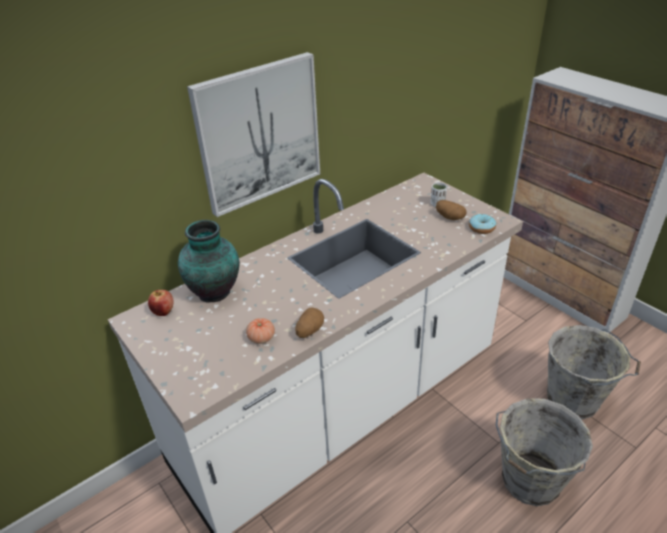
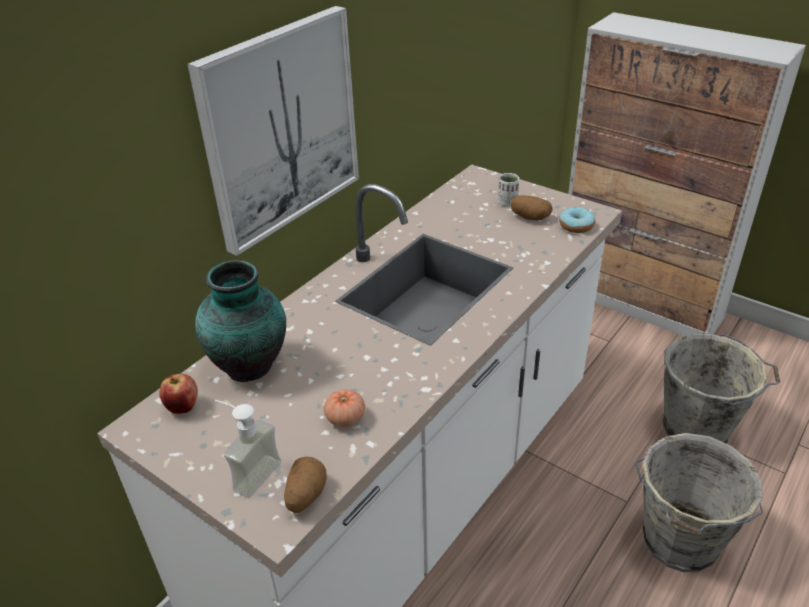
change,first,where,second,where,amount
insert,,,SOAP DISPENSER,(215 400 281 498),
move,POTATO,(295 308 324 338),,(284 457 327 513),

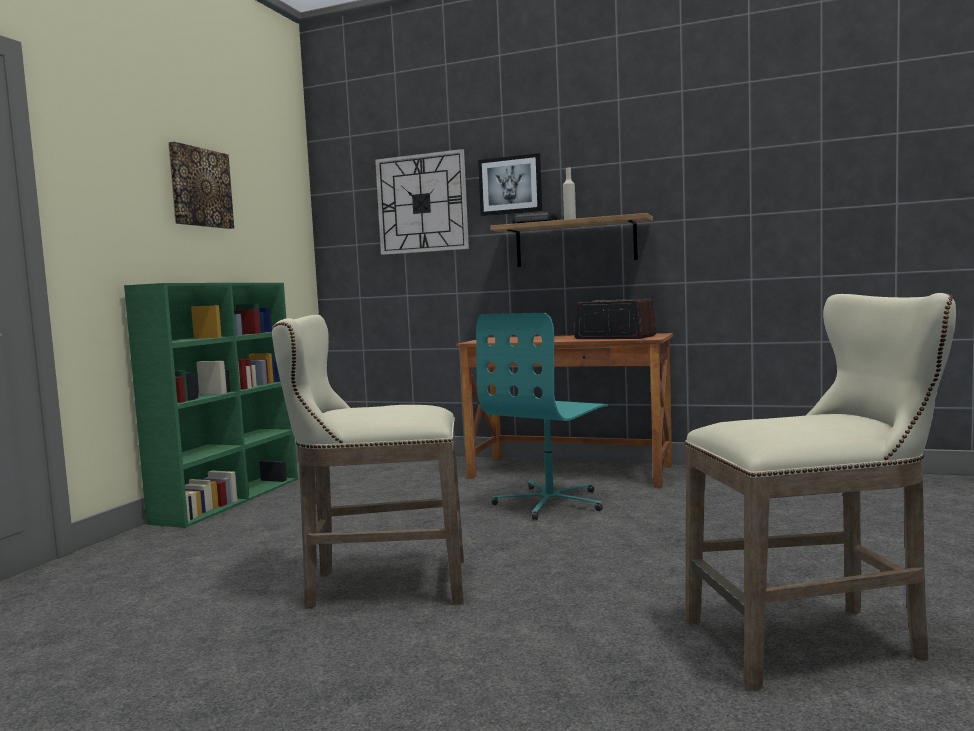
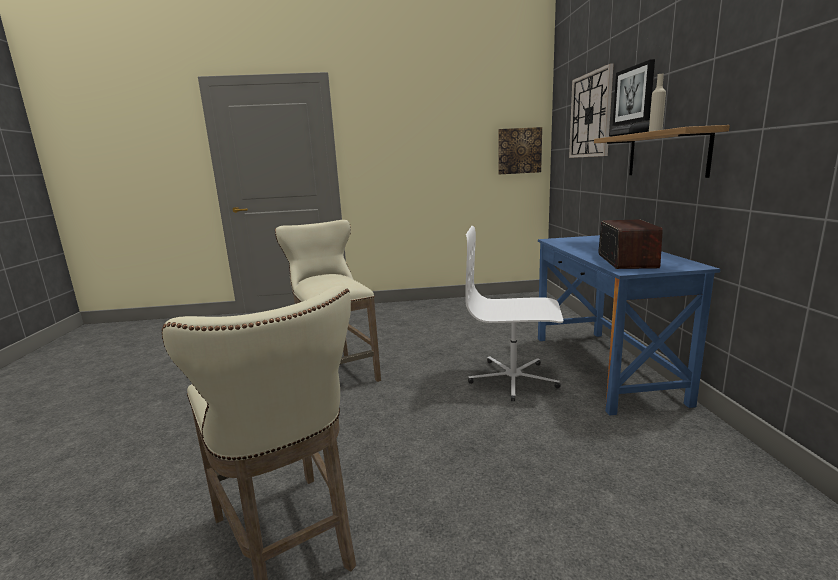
change,first,where,second,where,amount
recolor,TURQUOISE OFFICE CHAIR,(476 313 609 520),WHITE OFFICE CHAIR,(465 226 563 402),
move,PICTURE,(168 142 234 229),,(498 127 542 174),
recolor,BROWN DESK,(456 333 673 488),BLUE DESK,(538 235 720 415),
delete,GREEN BOOKCASE,(124 283 298 528),,,

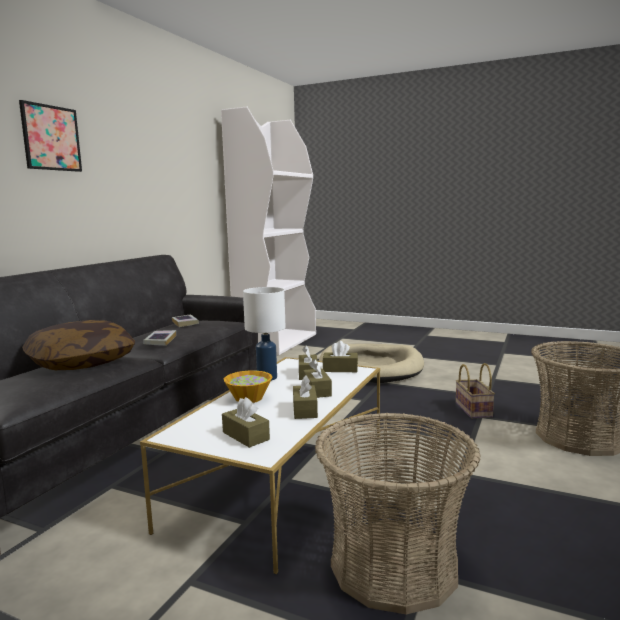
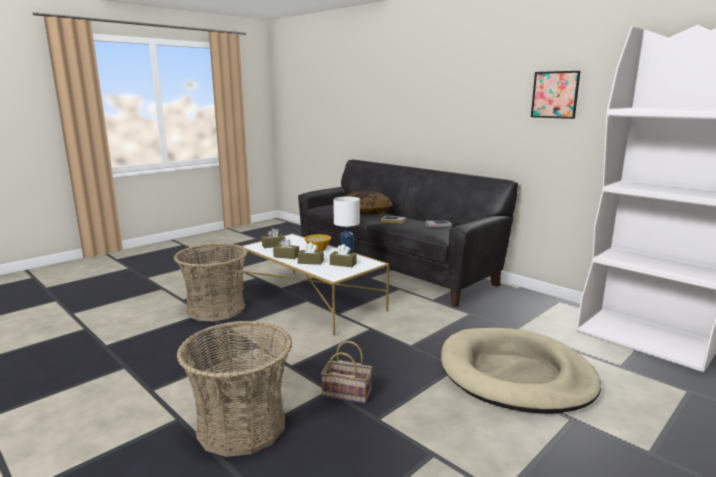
change,first,where,second,where,amount
move,PICTURE,(19 100 82 172),,(531 71 580 119),
delete,BROWN TISSUE BOX,(322 341 358 372),,,

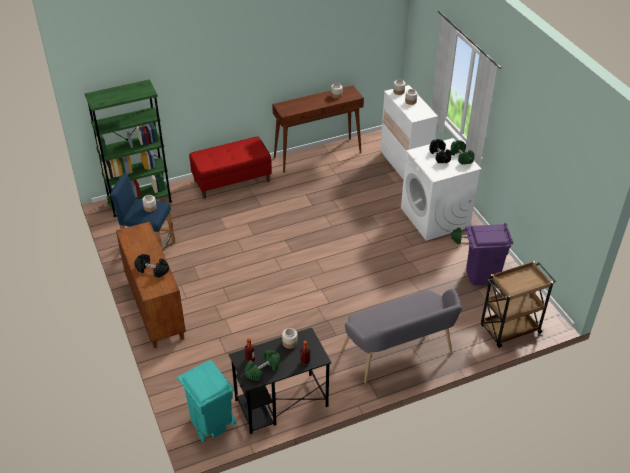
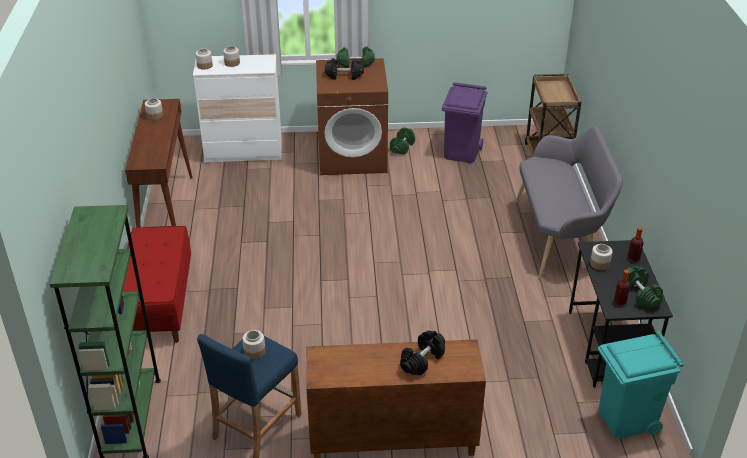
change,first,where,second,where,amount
recolor,WHITE WASHING MACHINE,(401 138 482 241),BROWN WASHING MACHINE,(316 58 388 175),

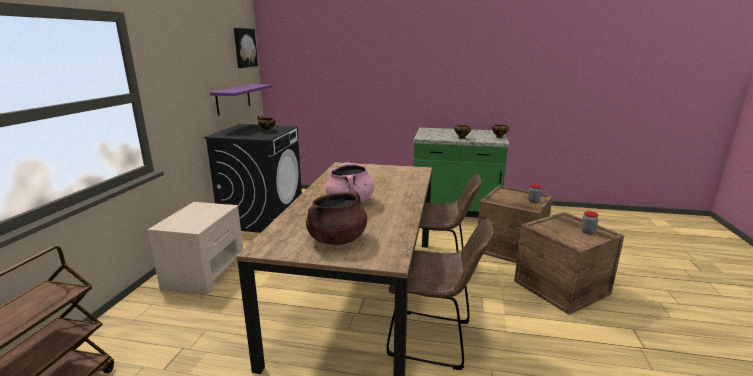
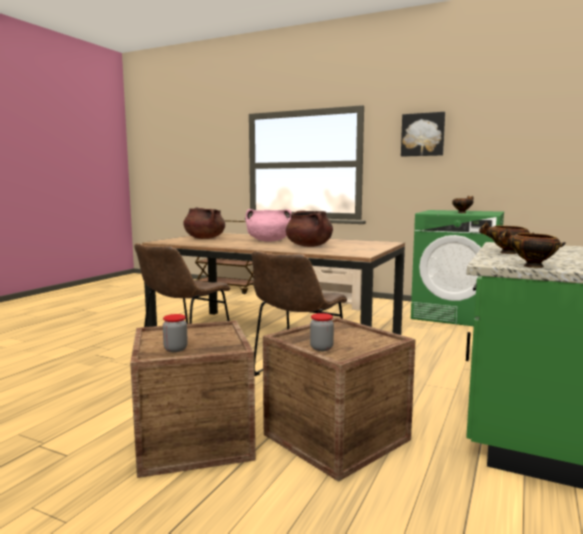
change,first,where,second,where,amount
insert,,,BROWN COOKING POT,(286 211 333 247),
move,PICTURE,(234 28 258 68),,(401 112 445 157),
recolor,BLACK WASHING MACHINE,(204 124 302 233),GREEN WASHING MACHINE,(411 210 504 326),
delete,PURPLE SHELF,(210 84 273 116),,,

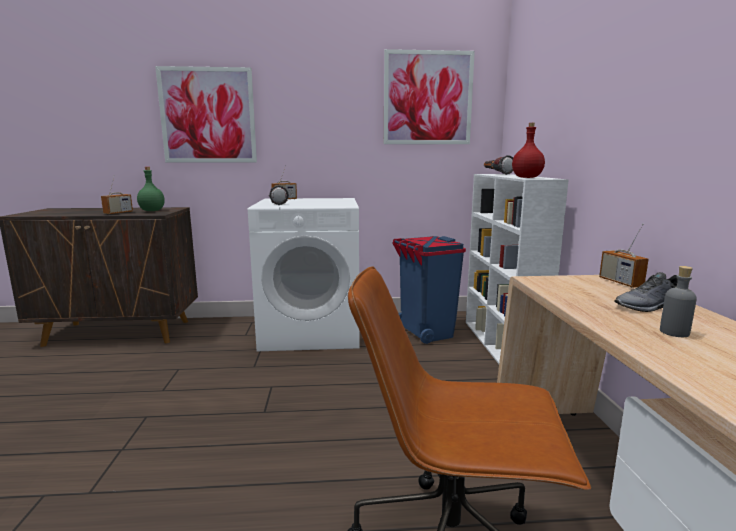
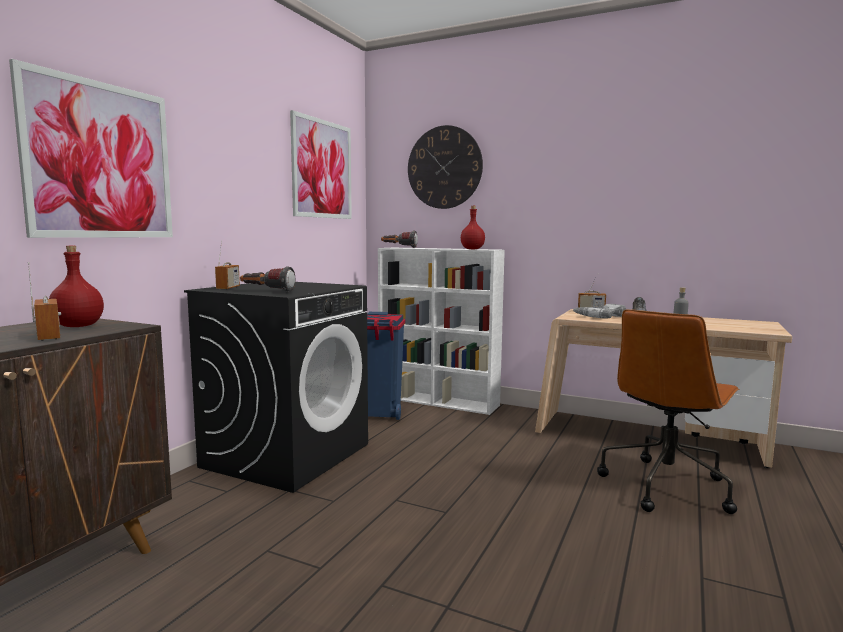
change,first,where,second,where,amount
recolor,GREEN BOTTLE,(137 167 165 211),RED BOTTLE,(49 246 104 327),
recolor,WHITE WASHING MACHINE,(248 198 360 351),BLACK WASHING MACHINE,(184 282 368 493),
insert,,,WALL CLOCK,(408 125 483 209),
insert,,,POWER DRILL,(573 304 626 319),

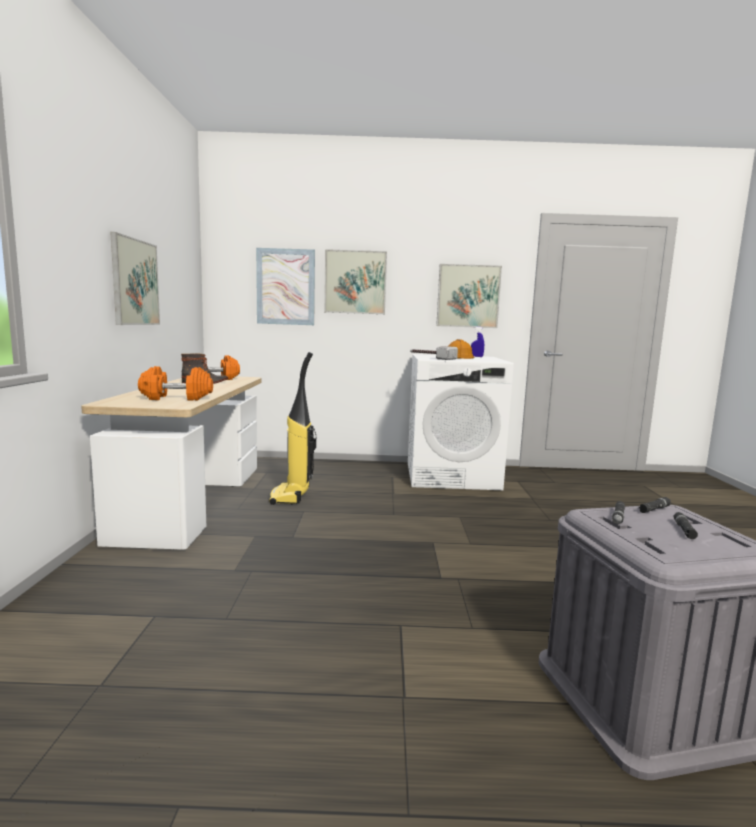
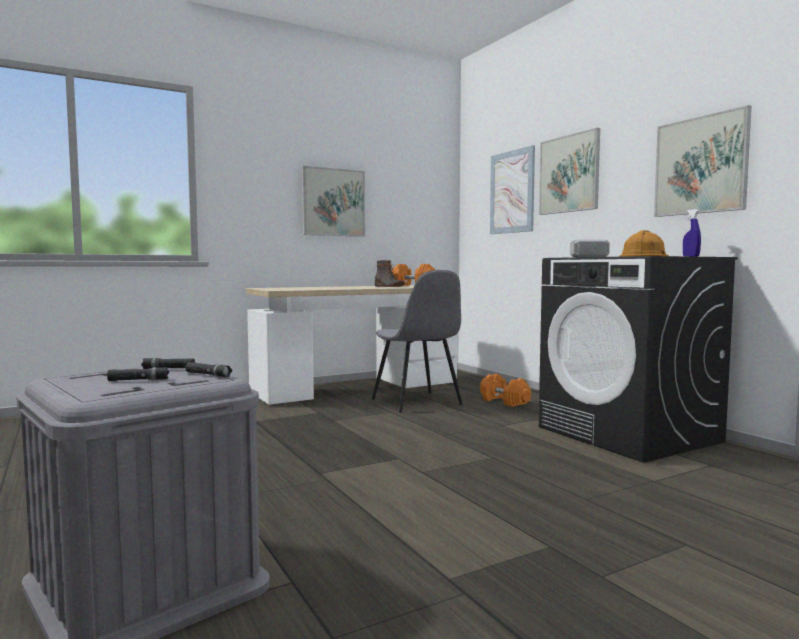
change,first,where,second,where,amount
replace,VACUUM CLEANER,(269 352 316 505),GREY CHAIR,(372 270 463 413),
move,ORANGE DUMBBELL,(138 366 213 401),,(480 373 531 407),
recolor,WHITE WASHING MACHINE,(408 354 514 490),BLACK WASHING MACHINE,(539 256 738 463),

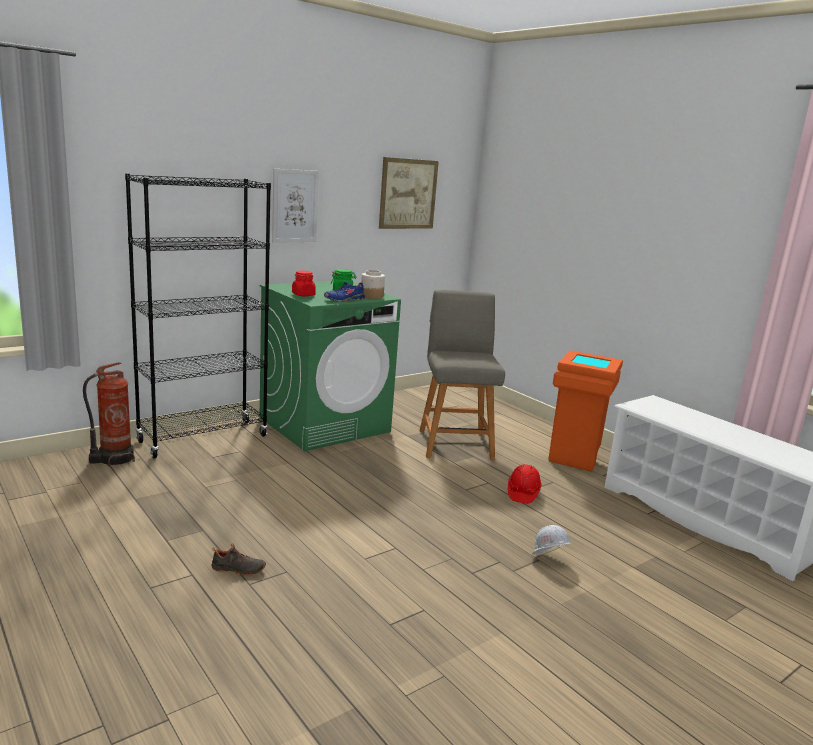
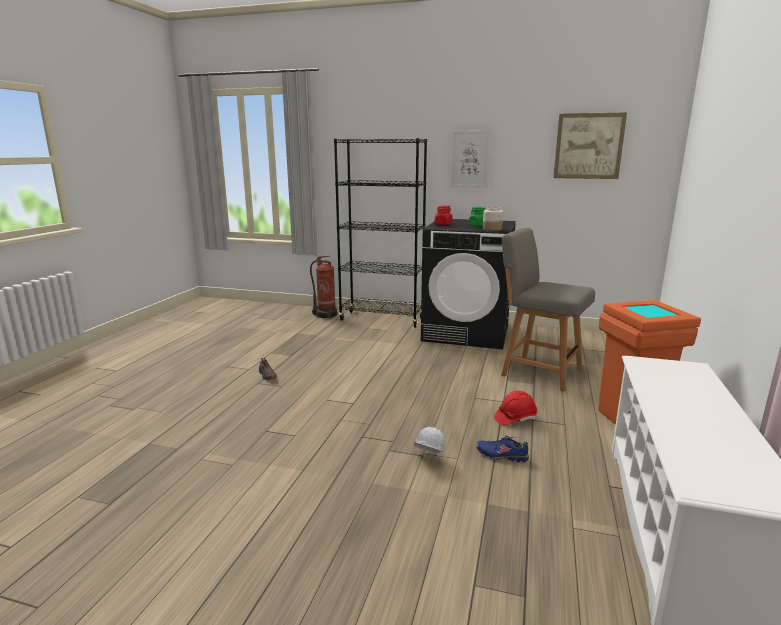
change,first,where,second,where,amount
recolor,GREEN WASHING MACHINE,(260 281 401 451),BLACK WASHING MACHINE,(421 219 516 349),
move,BLUE SHOE,(324 282 365 302),,(476 435 529 463),
rotate,GREY CHAIR,(419 290 505 460),,(501 228 595 391),105 degrees counterclockwise

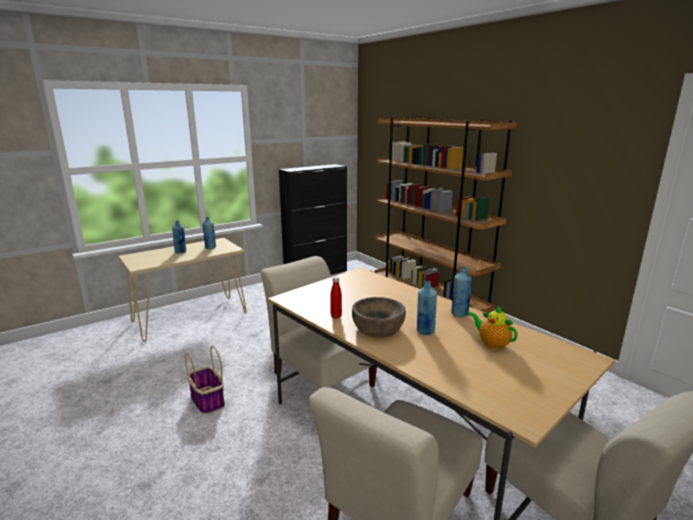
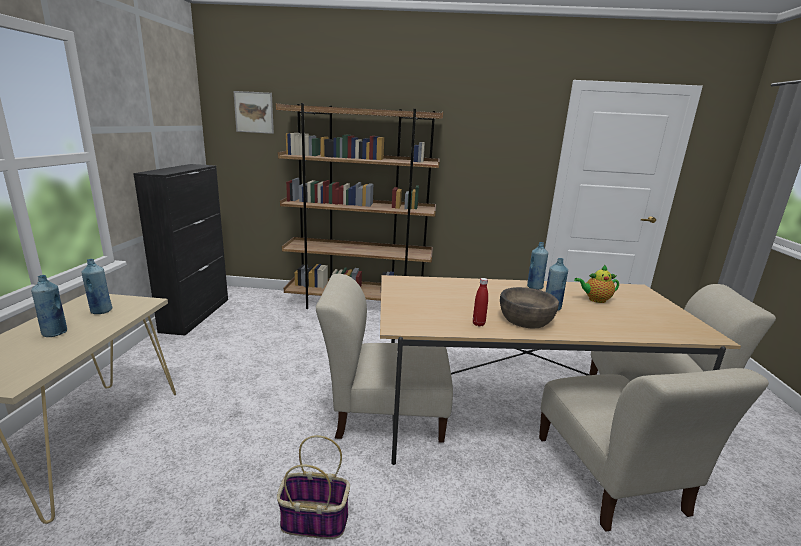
change,first,where,second,where,amount
insert,,,PICTURE,(233 91 274 134),

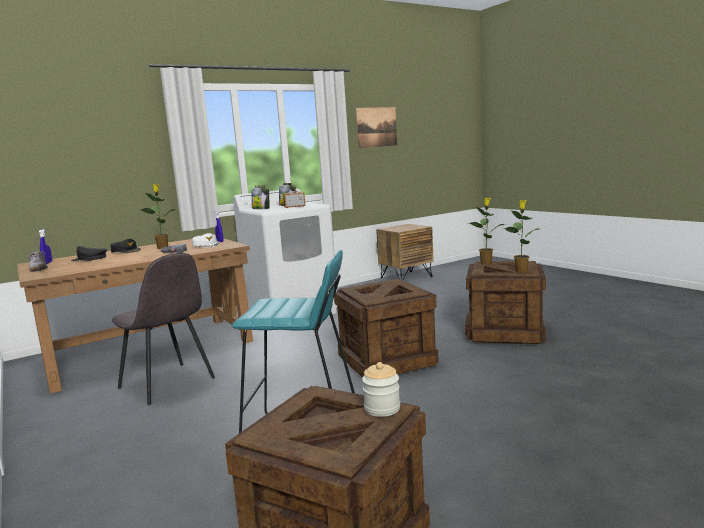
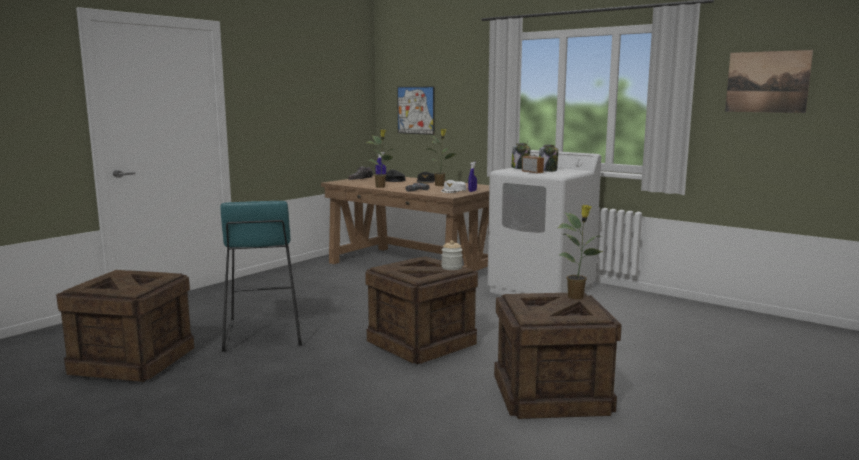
change,first,where,second,where,amount
move,POTTED PLANT,(504 200 539 273),,(367 129 393 188),
insert,,,PICTURE,(397 87 434 135),
move,JAR,(362 362 400 417),,(441 240 462 270),
delete,GREY CHAIR,(112 253 215 405),,,
delete,BROWN NIGHTSTAND,(376 224 434 281),,,

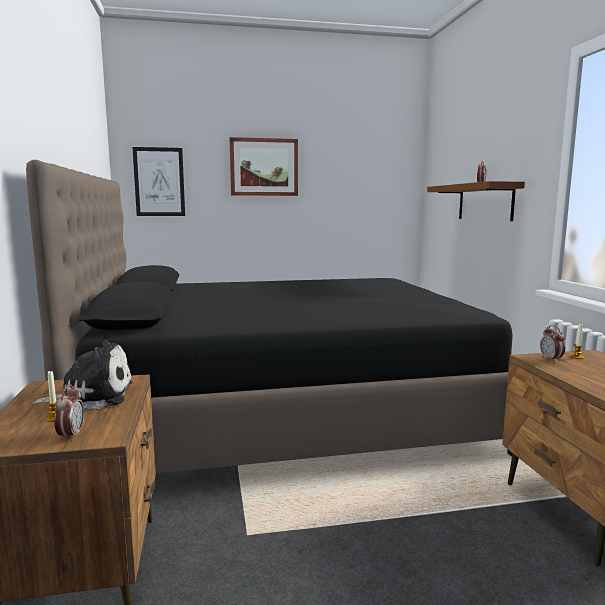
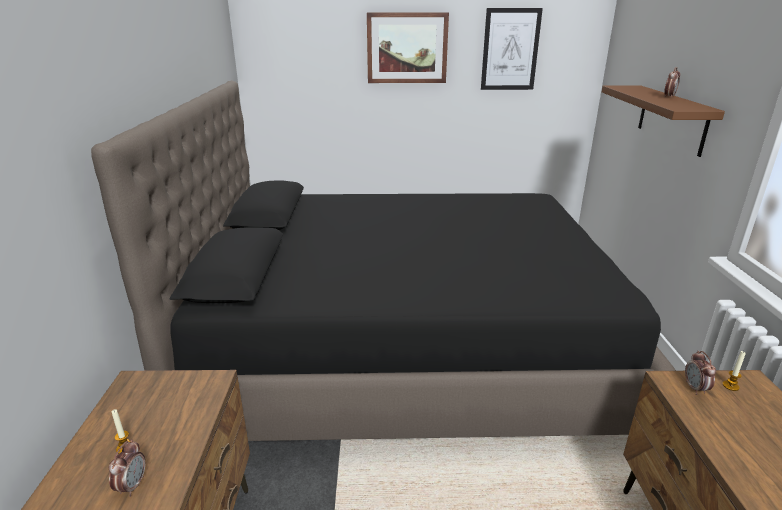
change,first,where,second,where,amount
move,PICTURE,(133 147 185 216),,(481 8 543 90),
delete,PLUSH TOY,(32 339 132 410),,,

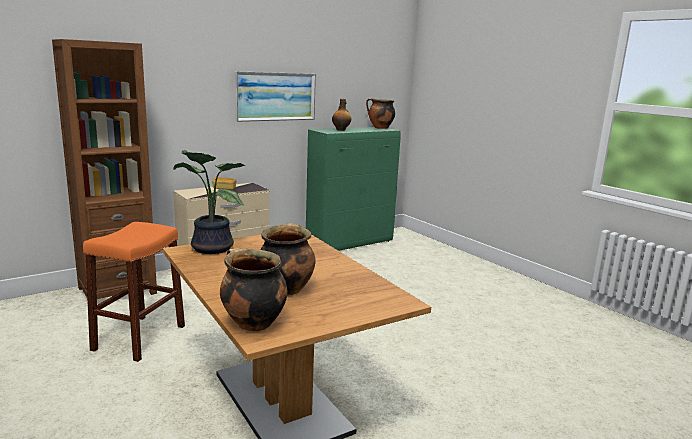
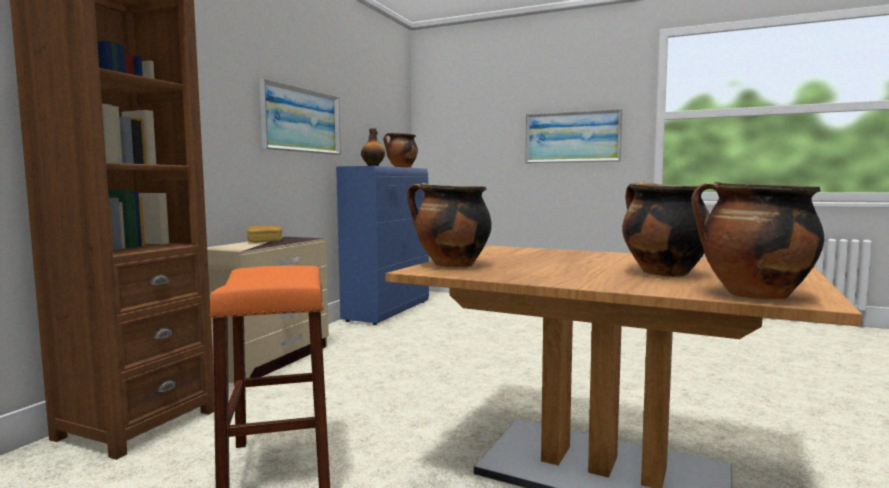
change,first,where,second,where,amount
recolor,GREEN CABINET,(306 127 401 251),BLUE CABINET,(336 166 429 325),
replace,POTTED PLANT,(173 150 245 254),COOKING POT,(407 183 492 267),
insert,,,PICTURE,(526 109 622 163),

